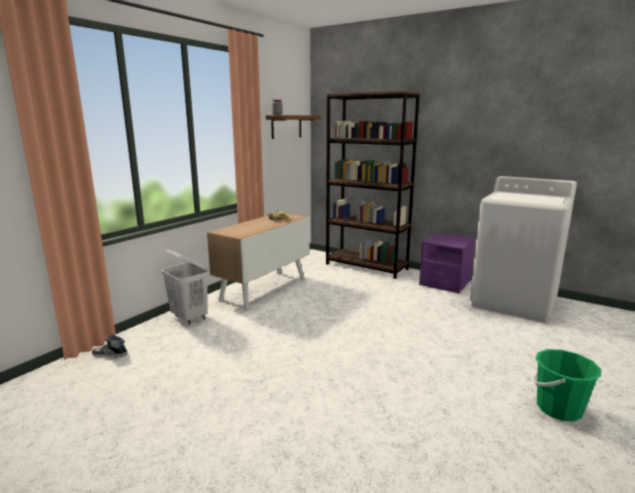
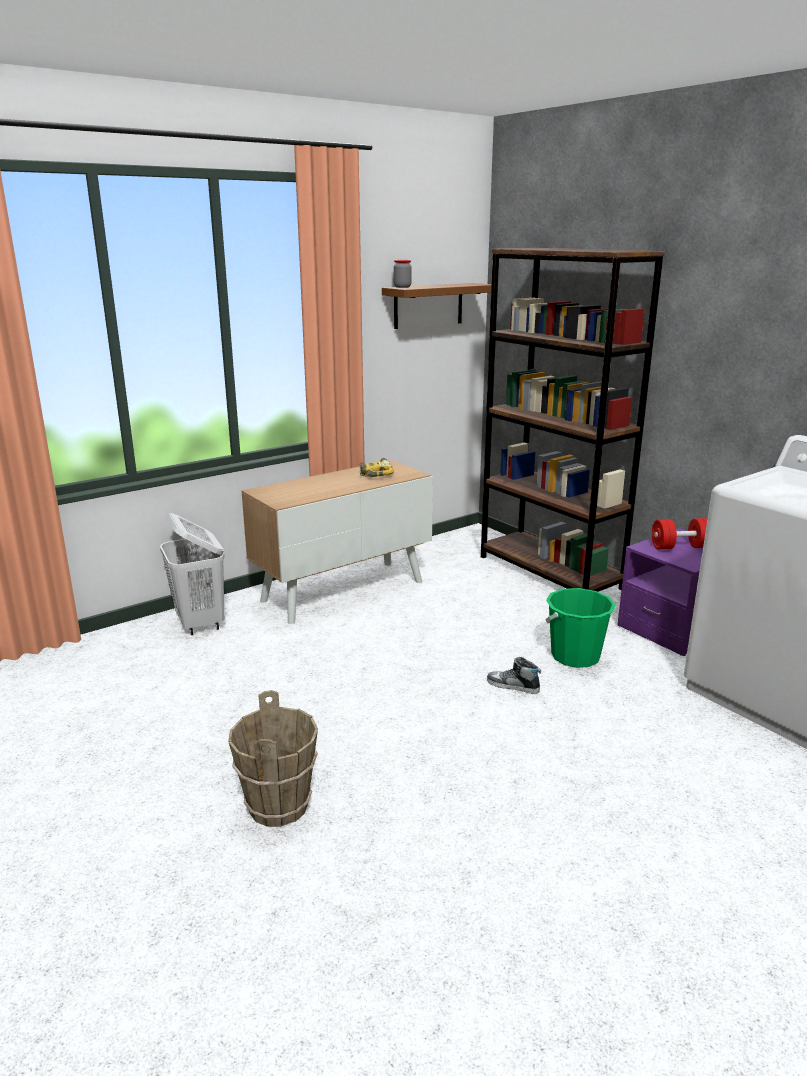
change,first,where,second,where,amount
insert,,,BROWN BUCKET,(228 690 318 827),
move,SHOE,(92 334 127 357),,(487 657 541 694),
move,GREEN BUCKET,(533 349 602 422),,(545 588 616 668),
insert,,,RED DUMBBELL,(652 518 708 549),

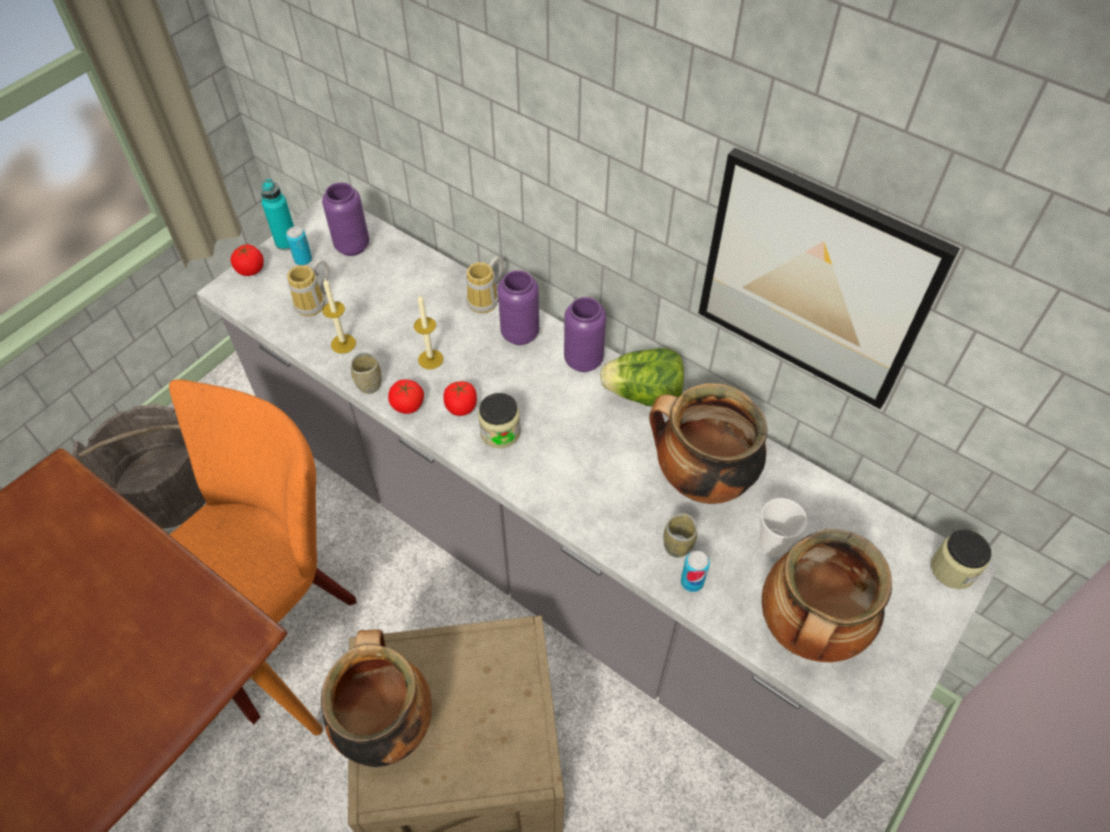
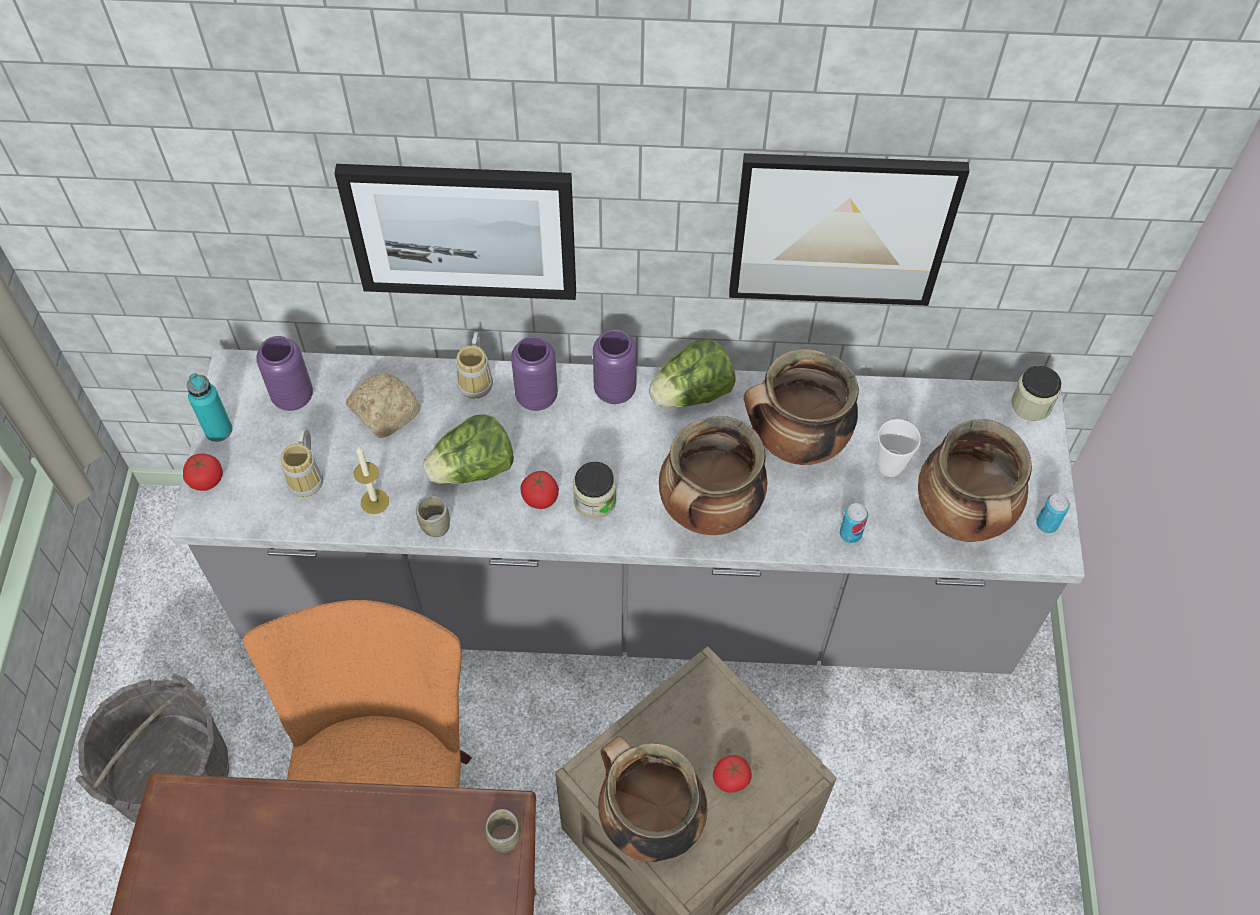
change,first,where,second,where,amount
insert,,,PICTURE,(334 164 576 300),
insert,,,BREAD,(346 372 421 438),
replace,CANDLE,(414 294 443 369),LETTUCE,(423 414 514 484),
move,CUP,(664 513 697 557),,(486 809 521 853),
insert,,,COOKING POT,(659 416 767 535),
move,TOMATO,(388 379 424 414),,(713 755 752 793),
move,CAN,(286 226 312 265),,(1036 493 1070 533),

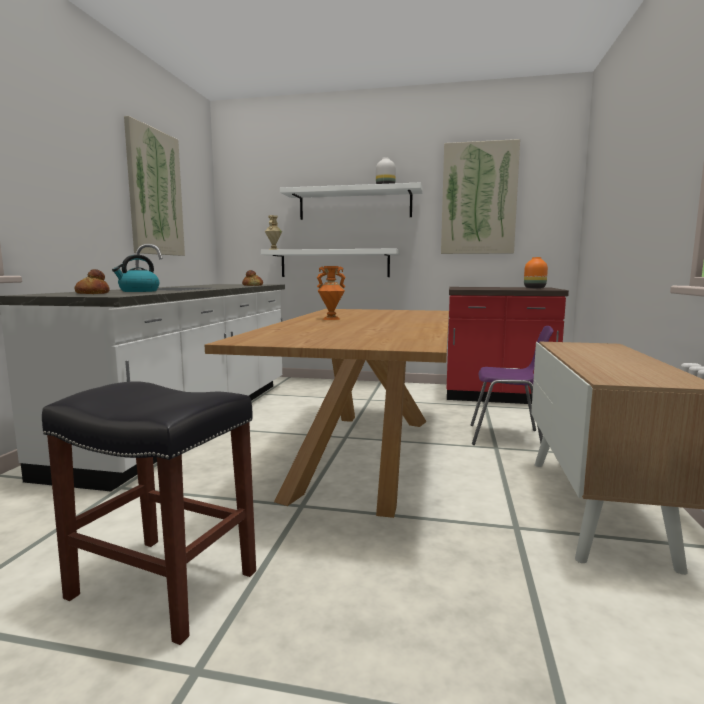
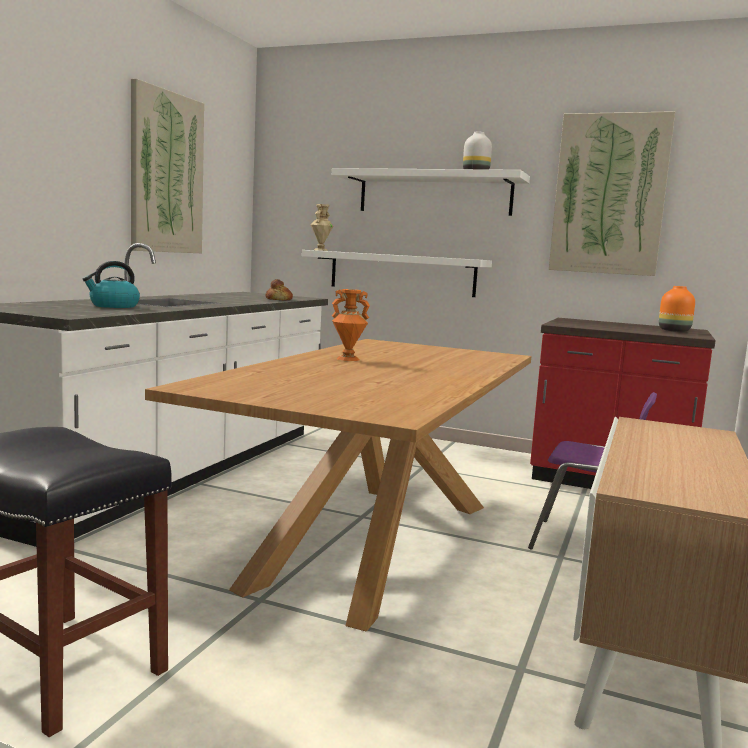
change,first,where,second,where,amount
delete,BREAD,(75 269 110 294),,,

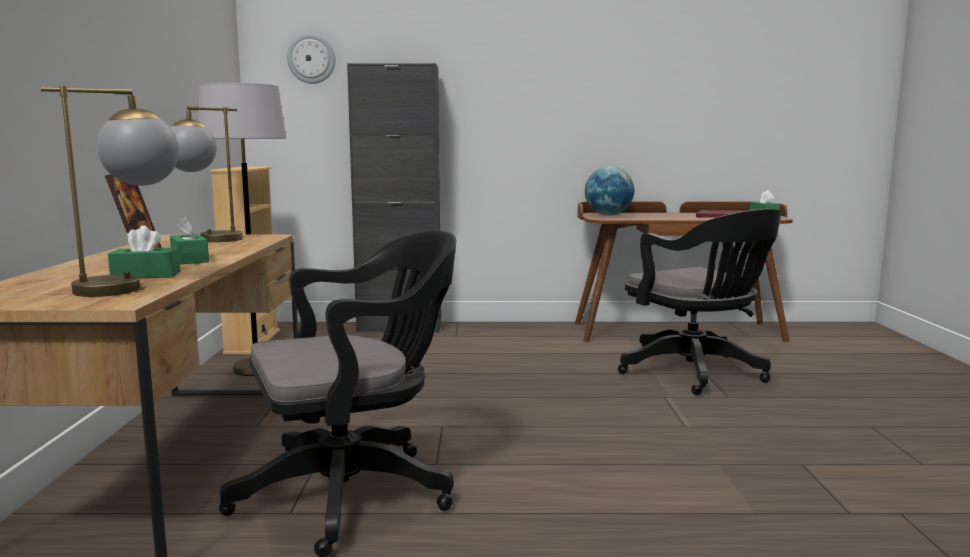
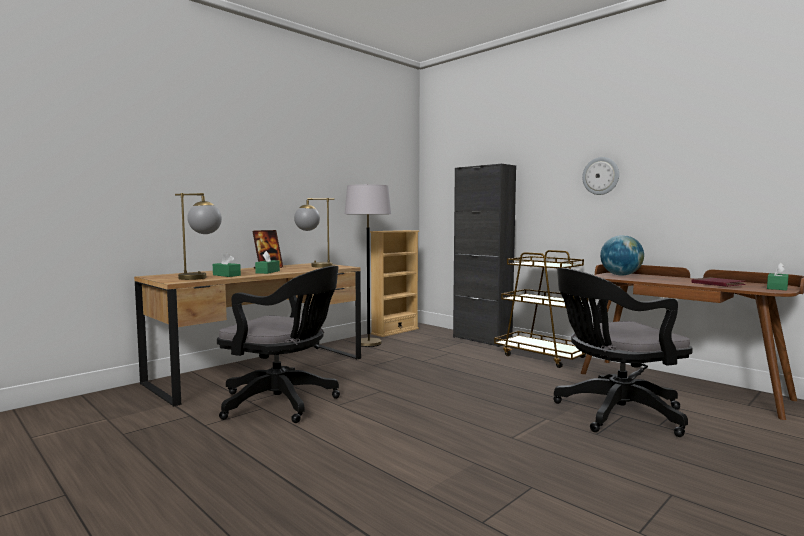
change,first,where,second,where,amount
insert,,,BROWN CART,(494 250 588 368),
rotate,BLACK OFFICE CHAIR,(618 209 781 395),,(554 268 693 437),60 degrees clockwise
move,WALL CLOCK,(287 33 335 84),,(582 157 619 195),

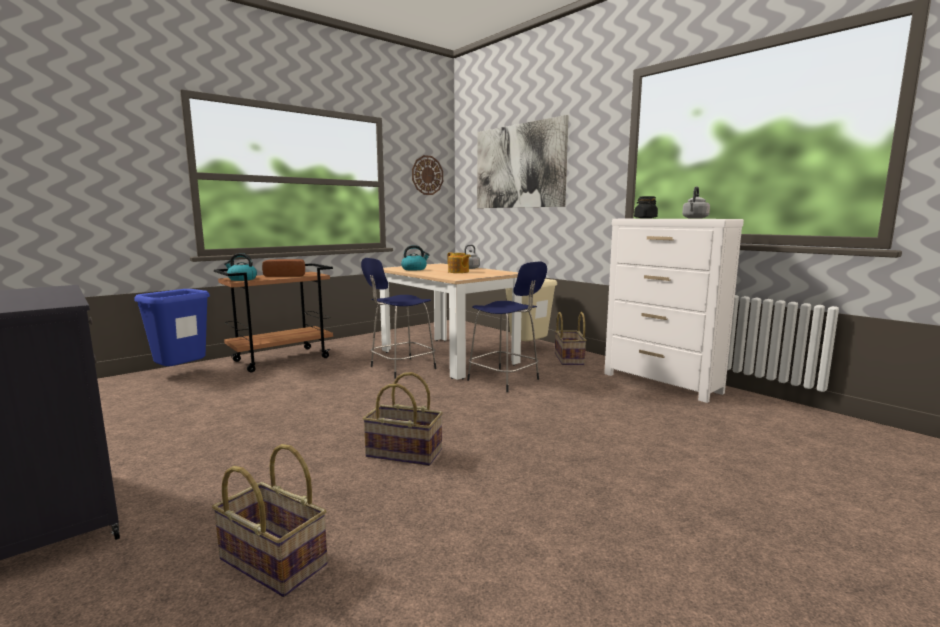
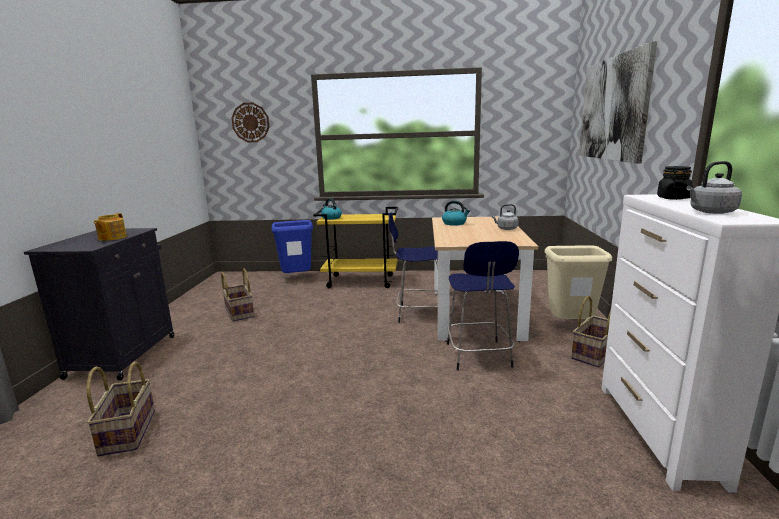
change,first,where,second,where,amount
move,TEAPOT,(447 252 471 273),,(94 213 127 241),
move,BASKET,(362 372 443 466),,(221 269 254 322),
move,WALL CLOCK,(412 155 443 195),,(231 103 270 142),
recolor,BROWN CART,(214 263 333 373),YELLOW CART,(313 207 398 288),
delete,BREAD,(262 259 305 277),,,

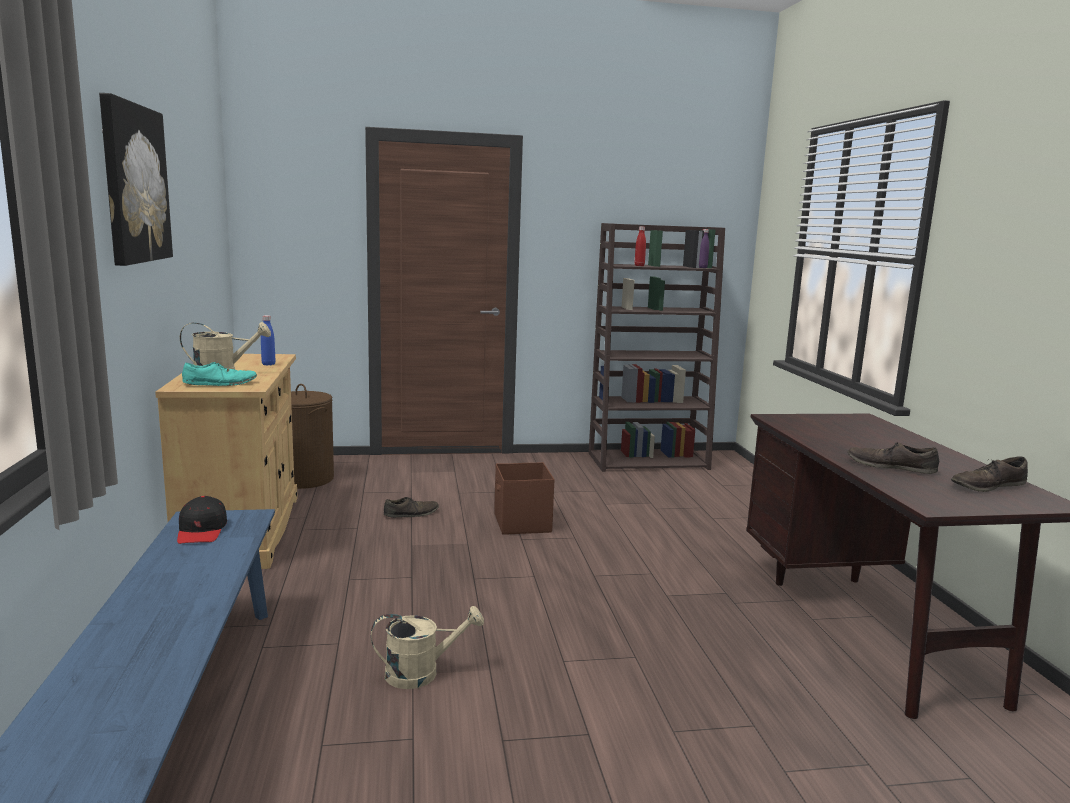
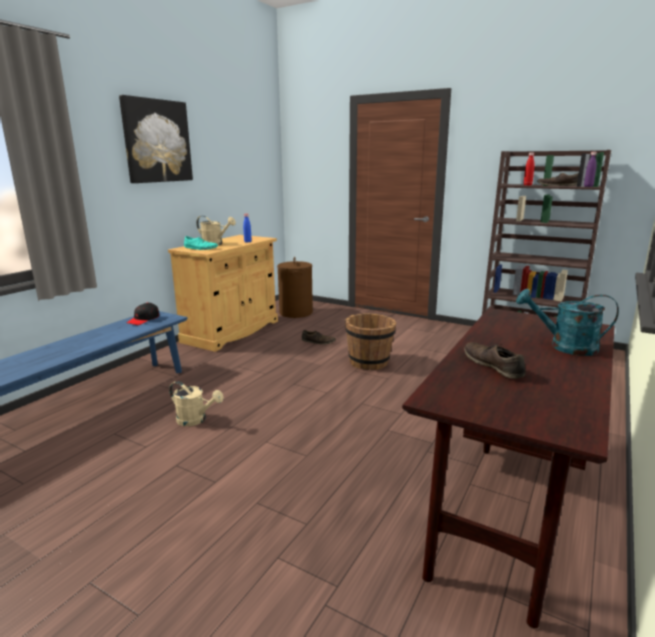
change,first,where,second,where,amount
replace,BROWN STORAGE BOX,(494 462 555 535),BROWN BUCKET,(345 313 397 370),
insert,,,TURQUOISE WATERING CAN,(516 289 619 356),
move,BROWN SHOE,(951 457 1028 492),,(537 173 579 186),

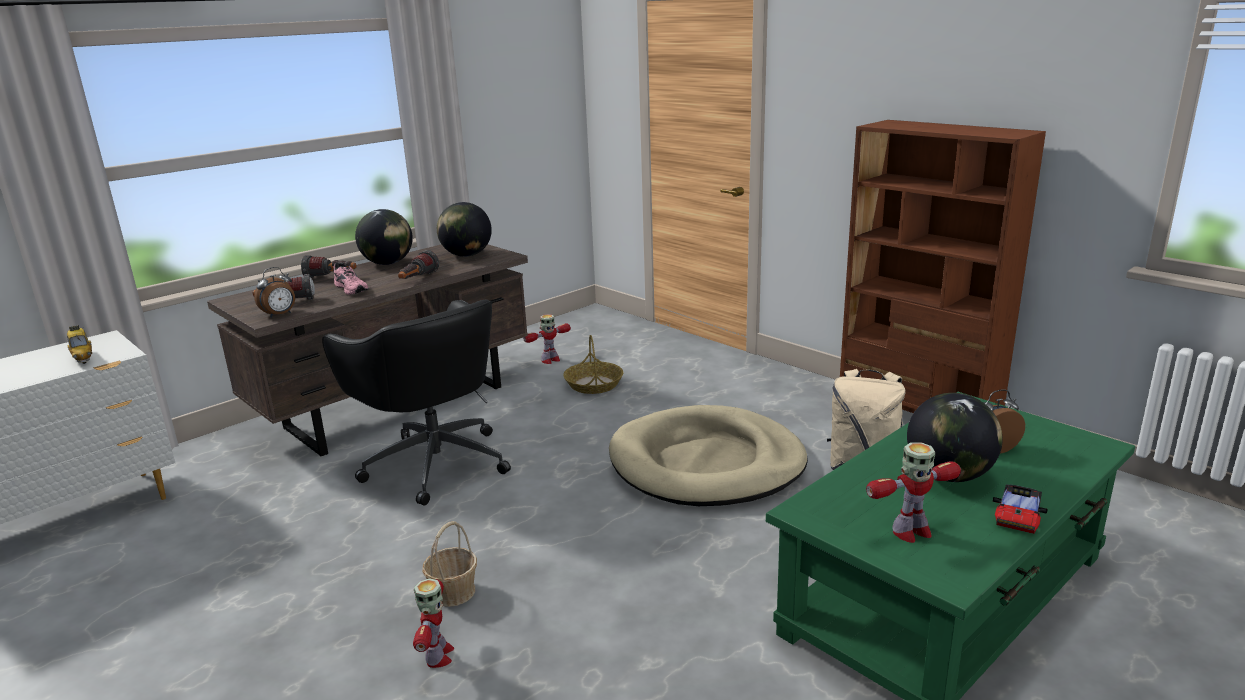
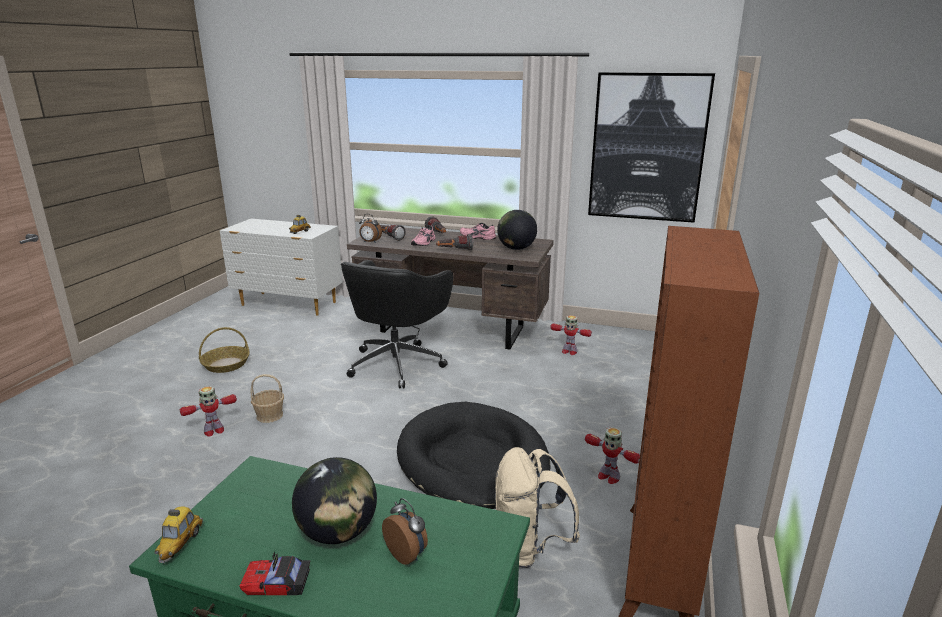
change,first,where,second,where,amount
insert,,,TOY CAR,(155 506 203 563),
move,BASKET,(563 335 623 394),,(199 327 249 373),
recolor,BEIGE DOG BED,(609 405 808 506),BLACK DOG BED,(397 402 551 509),
replace,GLOBE,(355 209 413 265),PINK SHOE,(460 223 496 240),
move,TOY ROBOT,(866 442 961 543),,(585 427 640 484),
insert,,,PICTURE,(588 72 715 223),

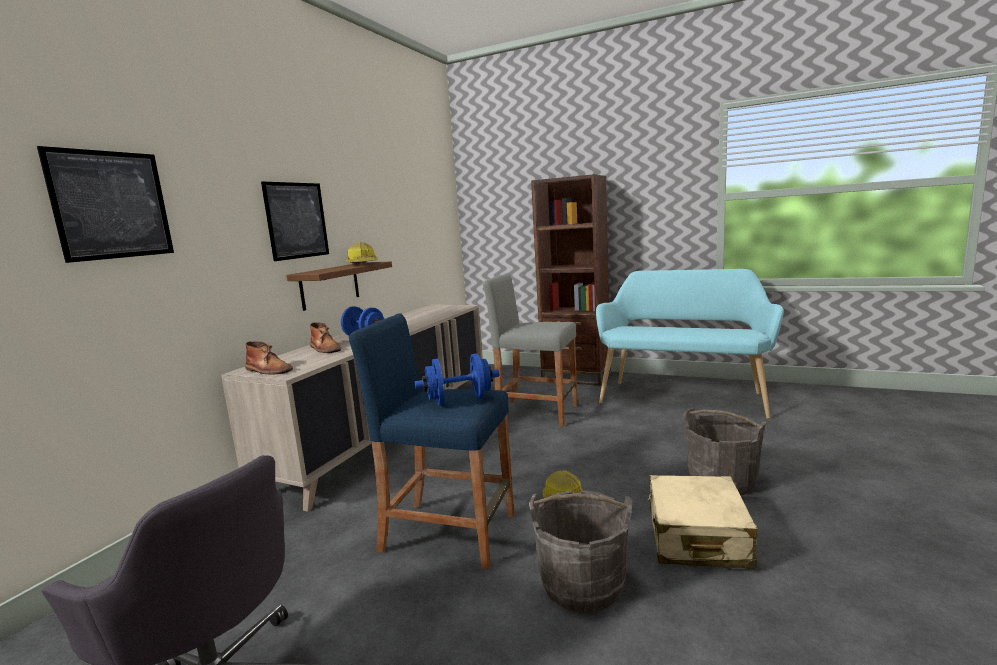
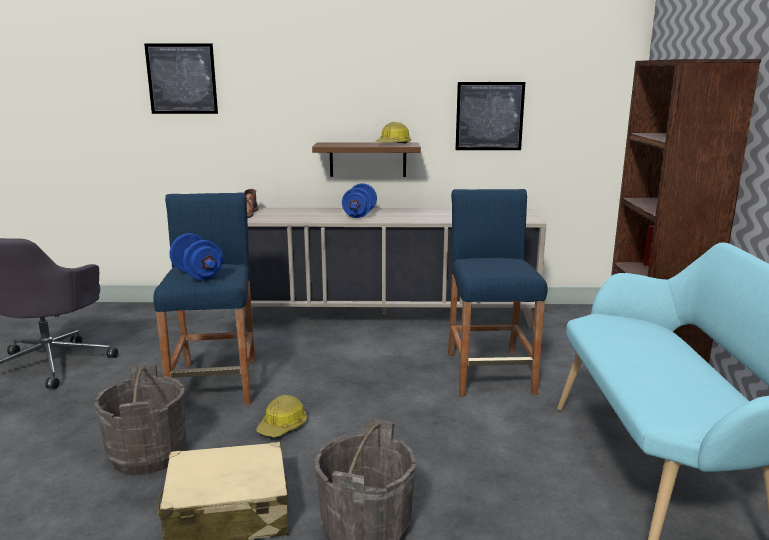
change,first,where,second,where,amount
recolor,GREY STOOL,(483 273 578 427),BLUE STOOL,(448 189 547 397),
move,PICTURE,(261 182 329 261),,(455 82 525 150),
delete,BROWN BOOT,(310 322 341 353),,,

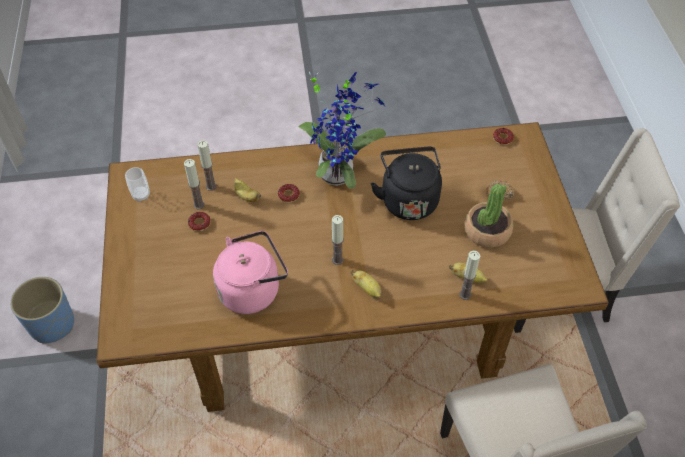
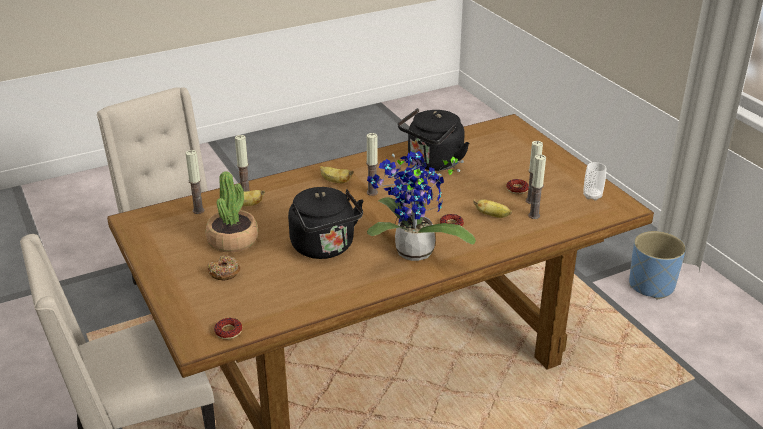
change,first,where,second,where,amount
insert,,,CANDLE,(186 150 204 214),
recolor,PINK KETTLE,(213 231 288 314),BLACK KETTLE,(398 108 469 171),

